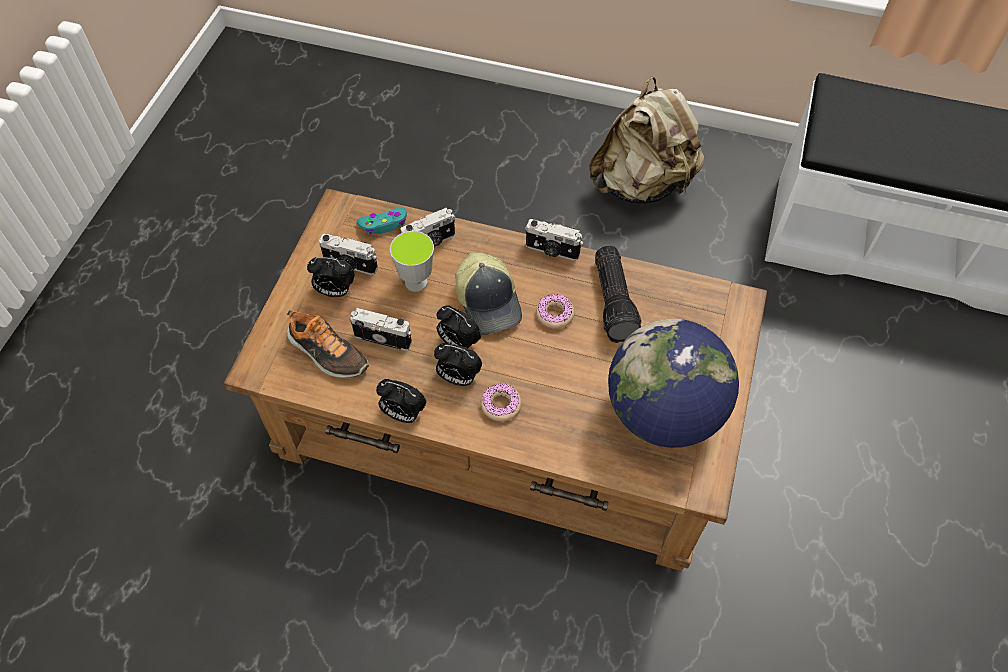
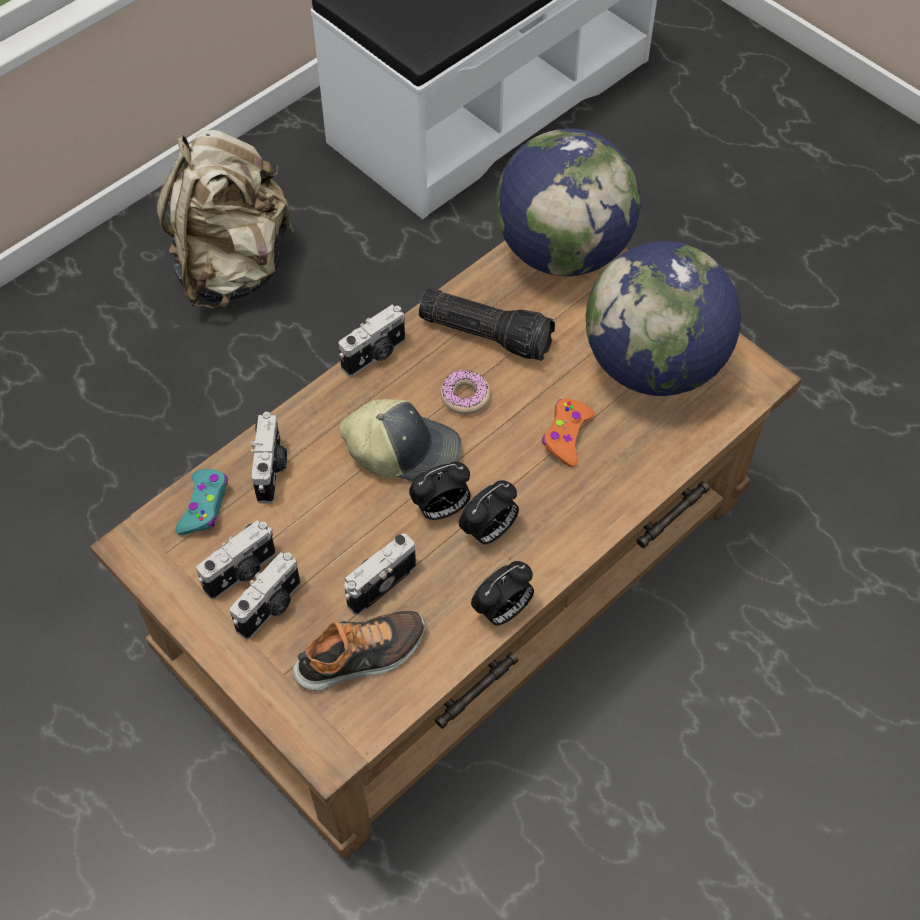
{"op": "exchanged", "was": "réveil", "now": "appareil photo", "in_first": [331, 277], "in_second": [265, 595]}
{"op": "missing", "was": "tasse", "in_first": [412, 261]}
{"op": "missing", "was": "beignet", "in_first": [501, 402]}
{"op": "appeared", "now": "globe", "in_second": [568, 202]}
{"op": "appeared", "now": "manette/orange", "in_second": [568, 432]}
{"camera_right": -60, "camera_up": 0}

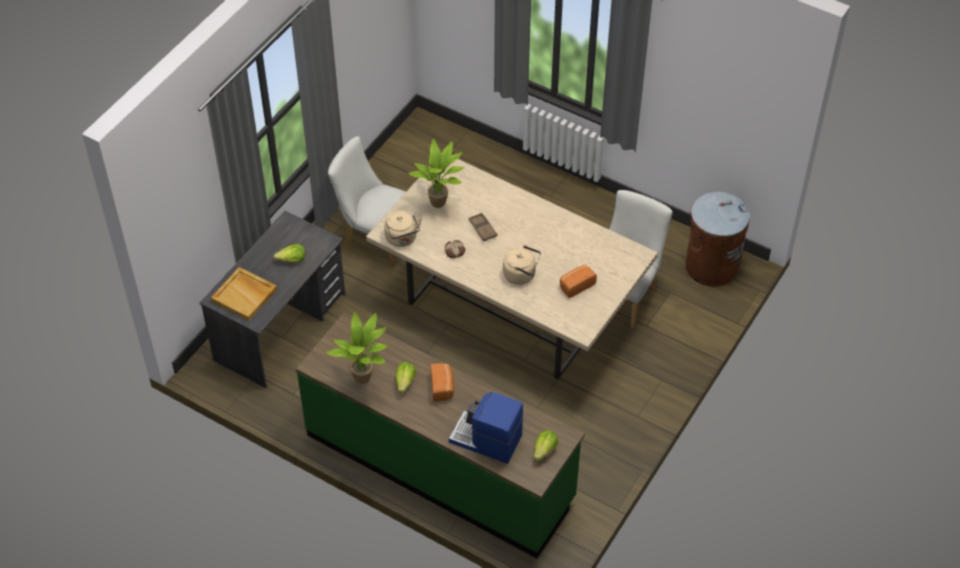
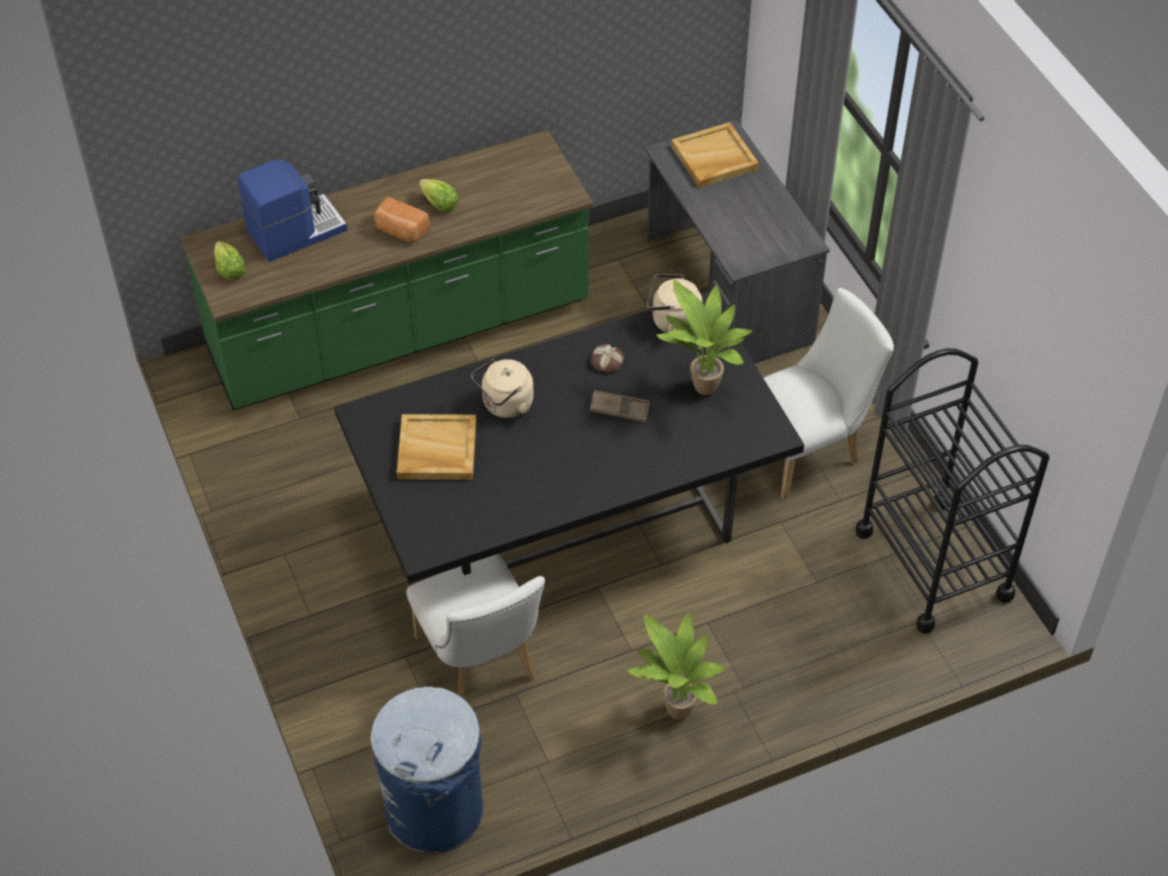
{"op": "missing", "was": "laitue", "in_first": [289, 253]}
{"op": "relocated", "was": "plante en pot", "in_first": [357, 348], "in_second": [676, 666]}
{"op": "colour", "was": "table à manger/beige", "now": "table à manger/noir", "in_first": [512, 269], "in_second": [569, 437]}
{"op": "exchanged", "was": "pain", "now": "plateau/beige", "in_first": [578, 281], "in_second": [436, 447]}
{"op": "colour", "was": "poubelle/marron", "now": "poubelle/bleu", "in_first": [717, 239], "in_second": [427, 770]}
{"op": "appeared", "now": "chariot/noir", "in_second": [952, 491]}
{"camera_right": 125, "camera_up": 0}

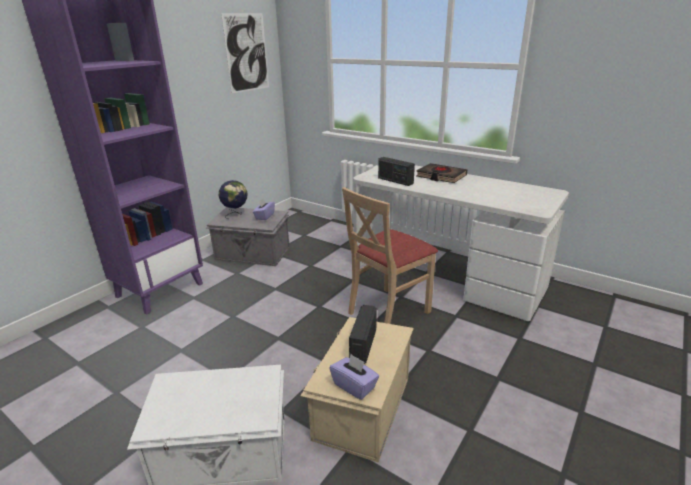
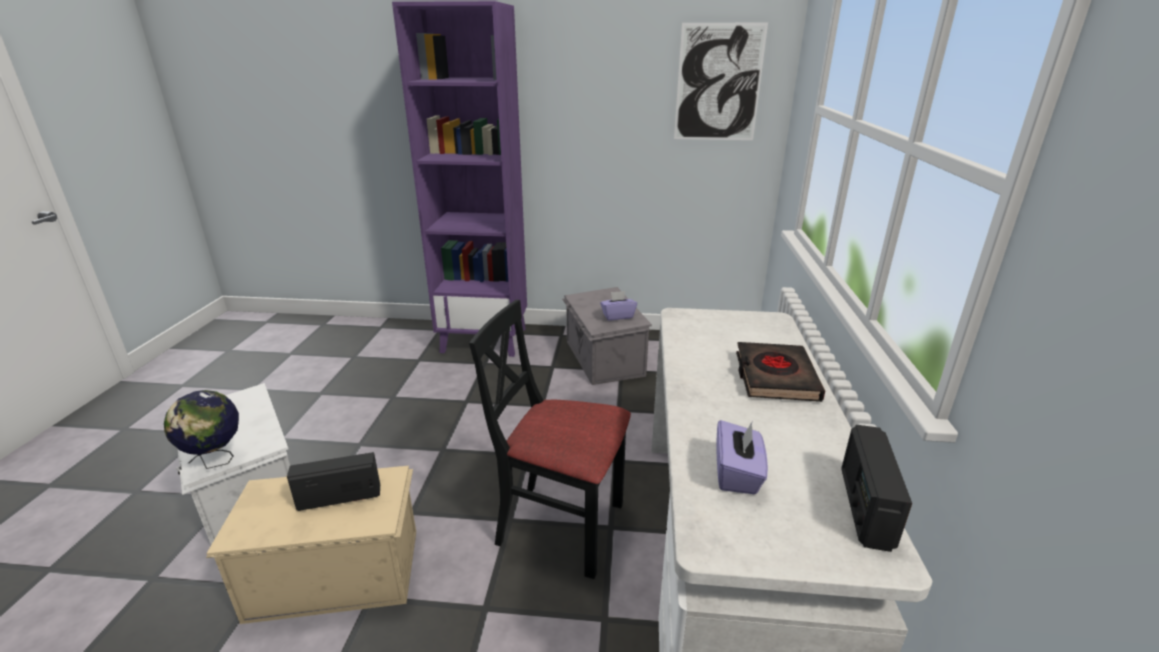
{"op": "relocated", "was": "globe", "in_first": [233, 199], "in_second": [201, 429]}
{"op": "relocated", "was": "boîte à mouchoirs/violet", "in_first": [354, 377], "in_second": [742, 457]}
{"op": "colour", "was": "chaise/beige", "now": "chaise/noir", "in_first": [390, 255], "in_second": [550, 439]}
{"op": "relocated", "was": "radio", "in_first": [396, 171], "in_second": [876, 488]}
{"camera_right": 60, "camera_up": 0}

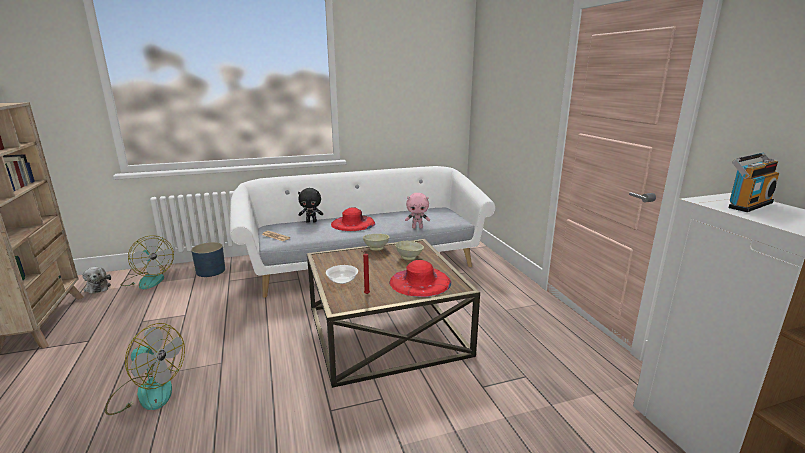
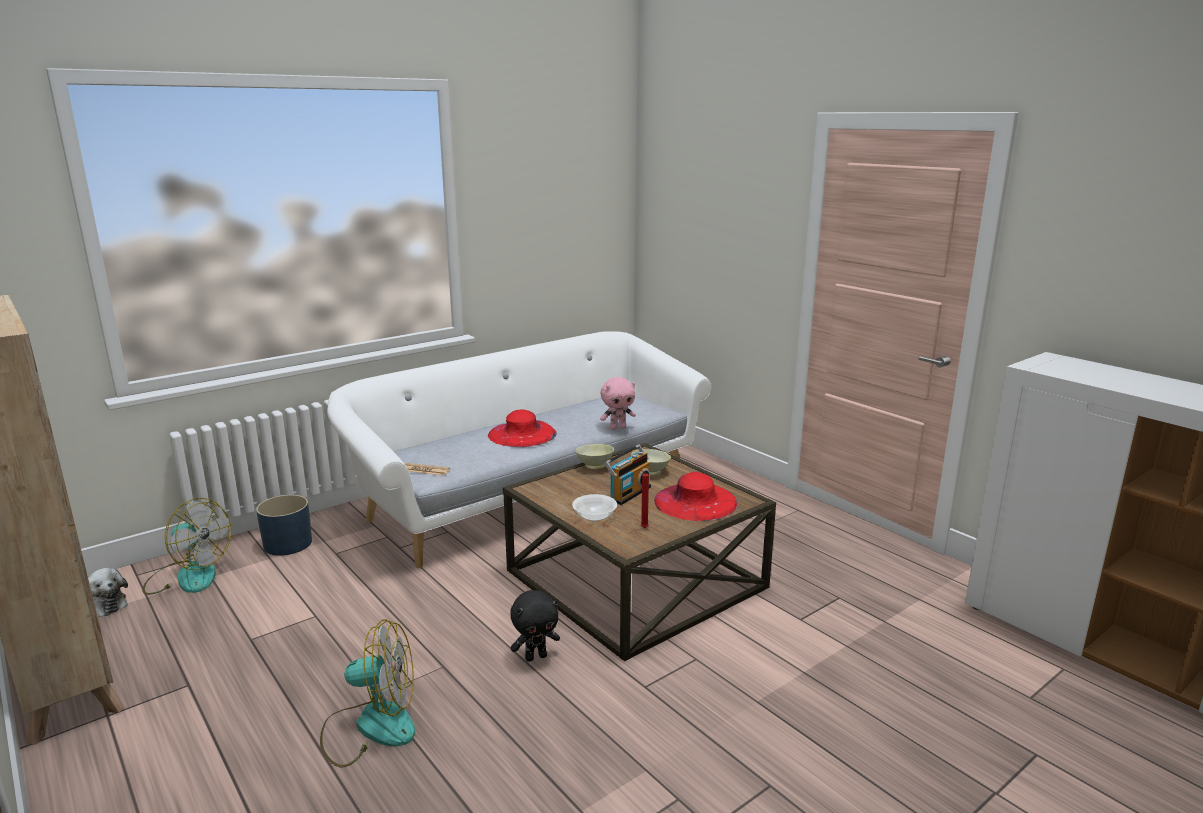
{"op": "relocated", "was": "peluche/noir", "in_first": [310, 205], "in_second": [535, 626]}
{"op": "relocated", "was": "radio", "in_first": [753, 182], "in_second": [627, 474]}
{"camera_right": -20, "camera_up": 0}

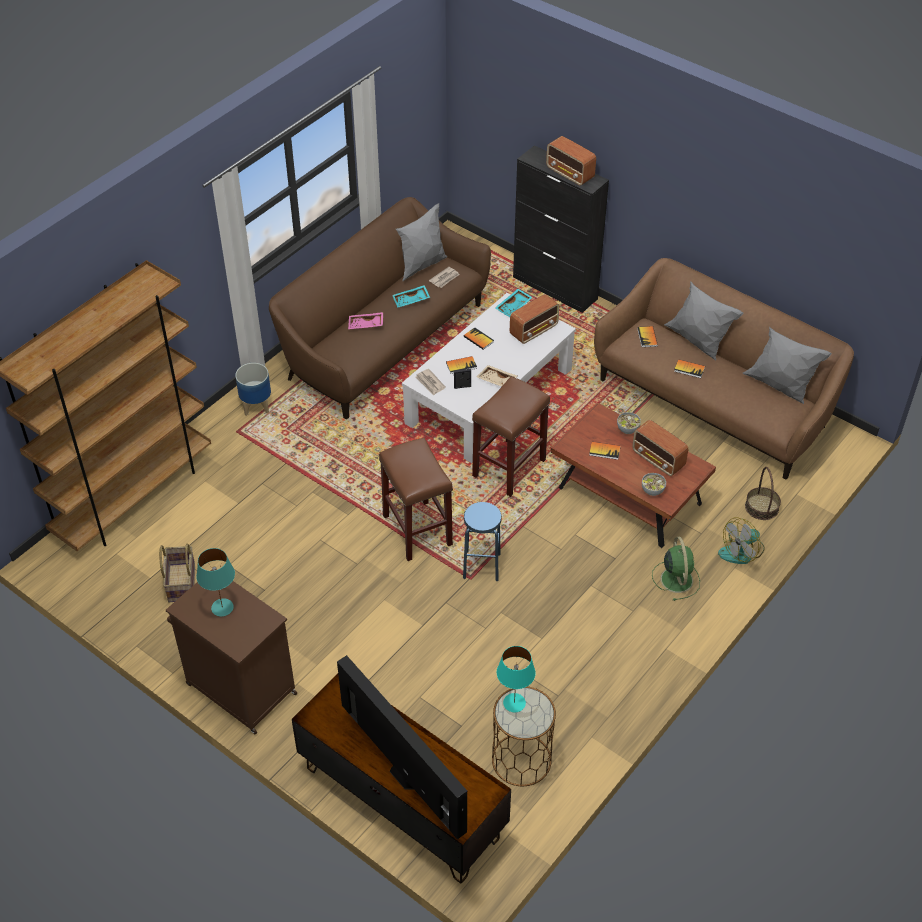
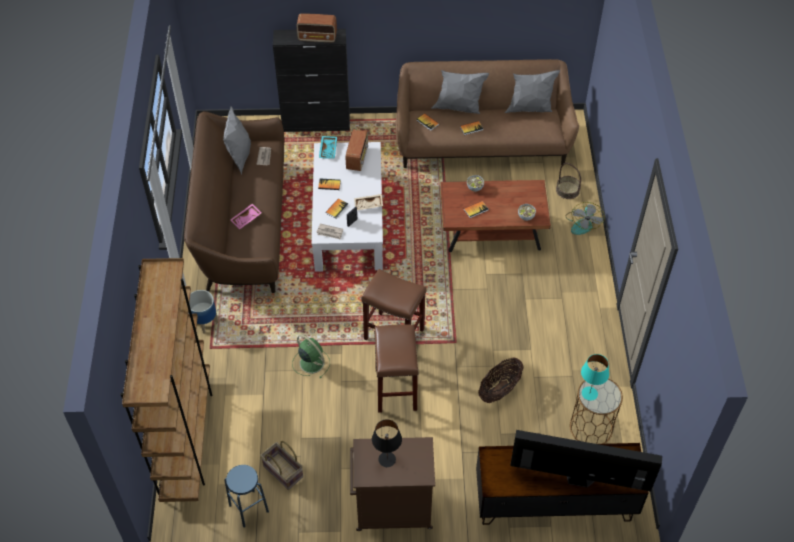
{"op": "colour", "was": "lampe de table/turquoise", "now": "lampe de table/noir", "in_first": [215, 582], "in_second": [387, 443]}
{"op": "missing", "was": "plateau/turquoise", "in_first": [411, 296]}
{"op": "relocated", "was": "tabouret/bleu", "in_first": [482, 541], "in_second": [246, 496]}
{"op": "relocated", "was": "tabouret/marron", "in_first": [511, 436], "in_second": [396, 368]}
{"op": "missing", "was": "radio", "in_first": [660, 448]}
{"op": "relocated", "was": "ventilateur/vert", "in_first": [676, 569], "in_second": [311, 356]}
{"op": "appeared", "now": "panier", "in_second": [501, 380]}
{"camera_right": -40, "camera_up": 5}

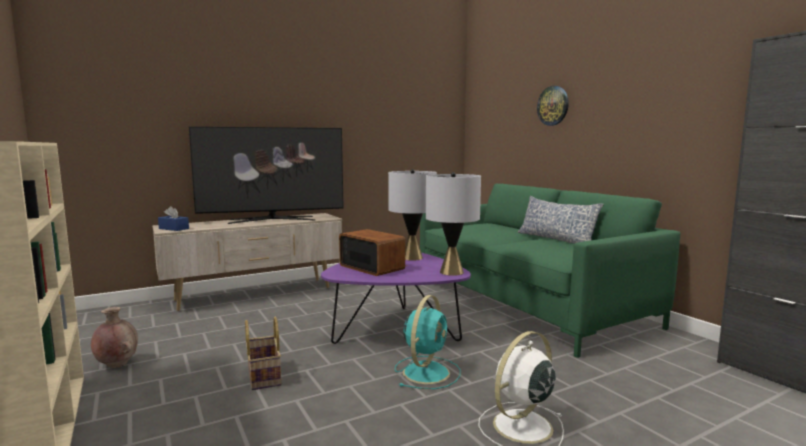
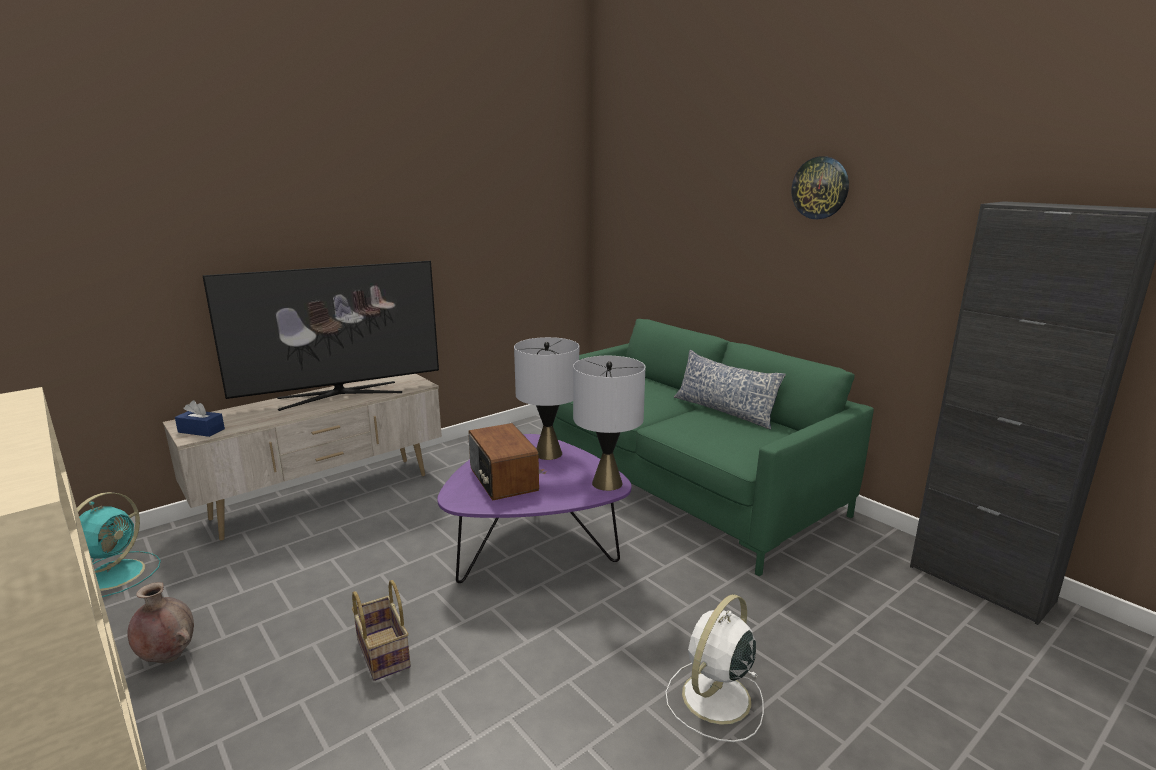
{"op": "spun", "was": "radio", "in_first": [372, 252], "in_second": [504, 461], "clockwise": -150}
{"op": "relocated", "was": "ventilateur/turquoise", "in_first": [428, 342], "in_second": [119, 544]}
{"op": "relocated", "was": "horloge murale", "in_first": [553, 106], "in_second": [820, 188]}
{"camera_right": -10, "camera_up": 10}

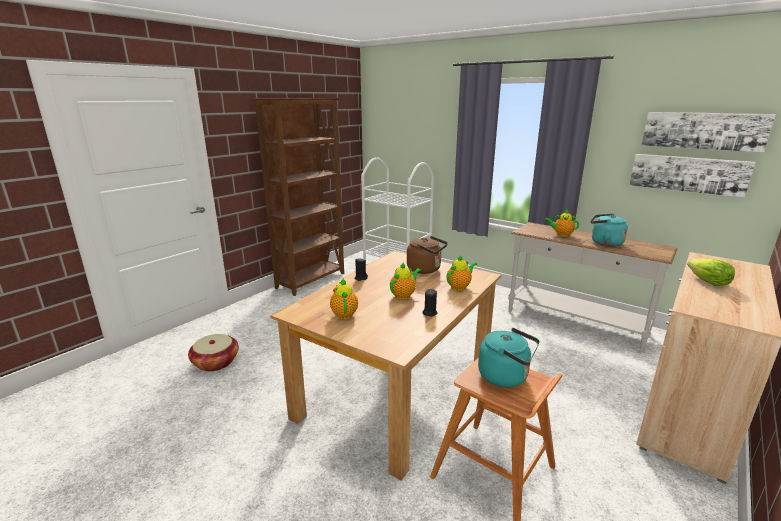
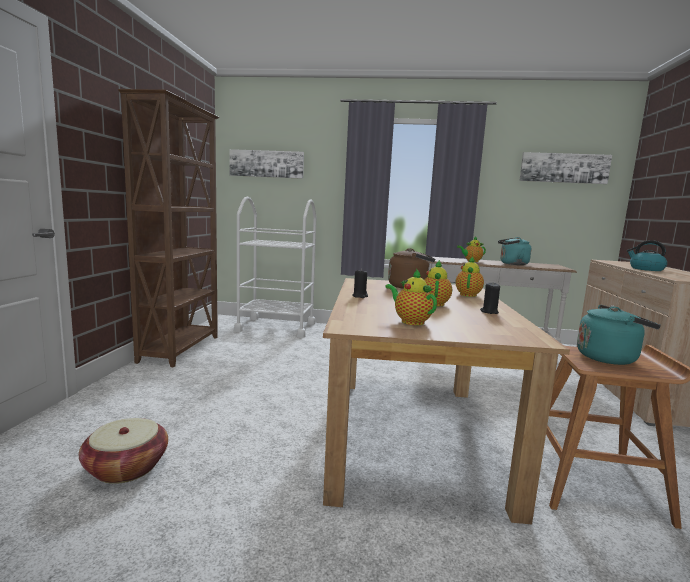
{"op": "relocated", "was": "tableau", "in_first": [692, 176], "in_second": [266, 164]}
{"op": "exchanged", "was": "laitue", "now": "bouilloire", "in_first": [711, 272], "in_second": [647, 255]}
{"camera_right": -30, "camera_up": -10}

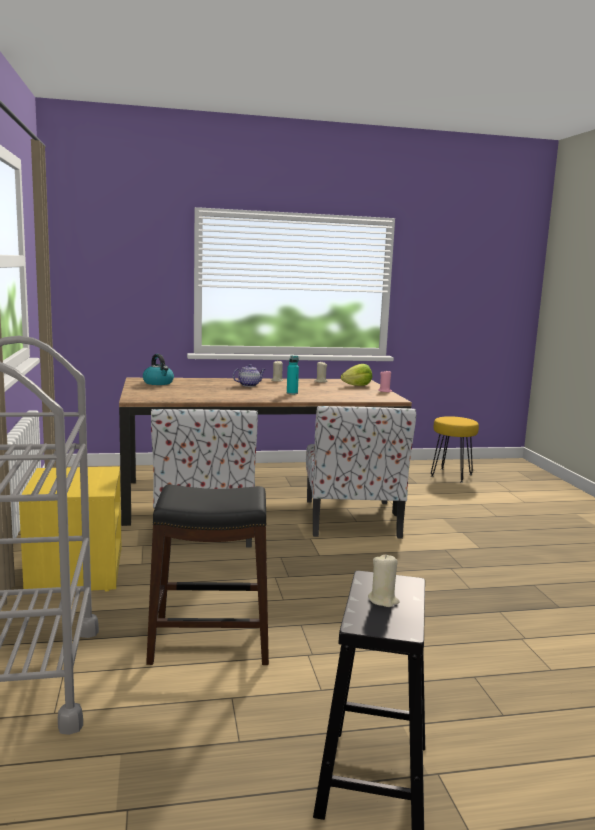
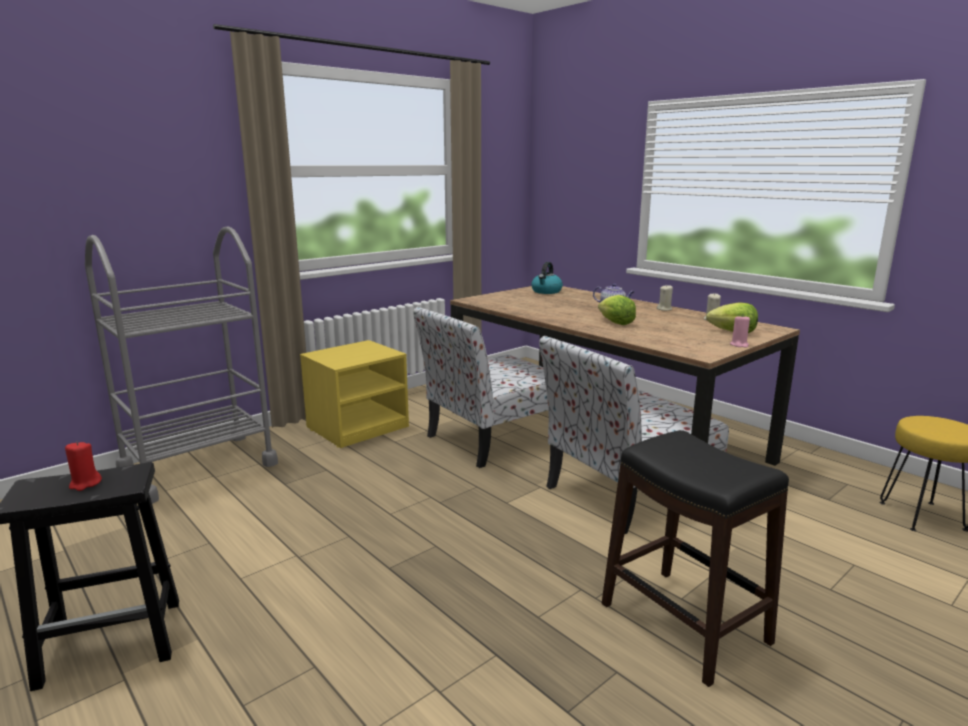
{"op": "relocated", "was": "tabouret/noir", "in_first": [207, 575], "in_second": [695, 558]}
{"op": "exchanged", "was": "bouteille/turquoise", "now": "laitue", "in_first": [293, 375], "in_second": [617, 310]}
{"op": "colour", "was": "bougie/beige", "now": "bougie/rouge", "in_first": [383, 580], "in_second": [83, 466]}
{"camera_right": 60, "camera_up": 5}

